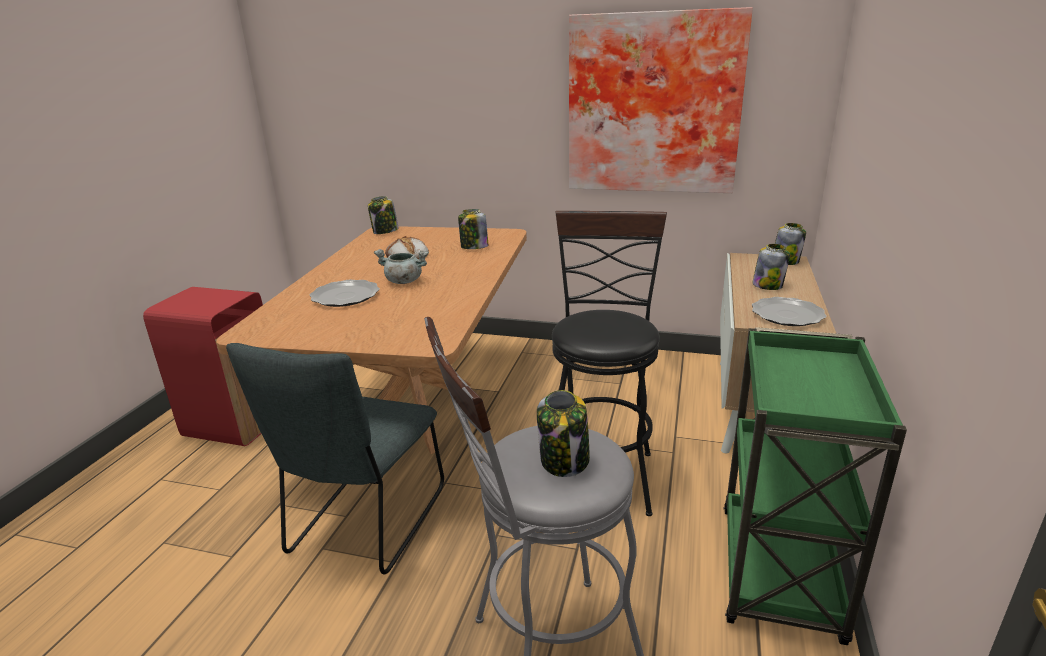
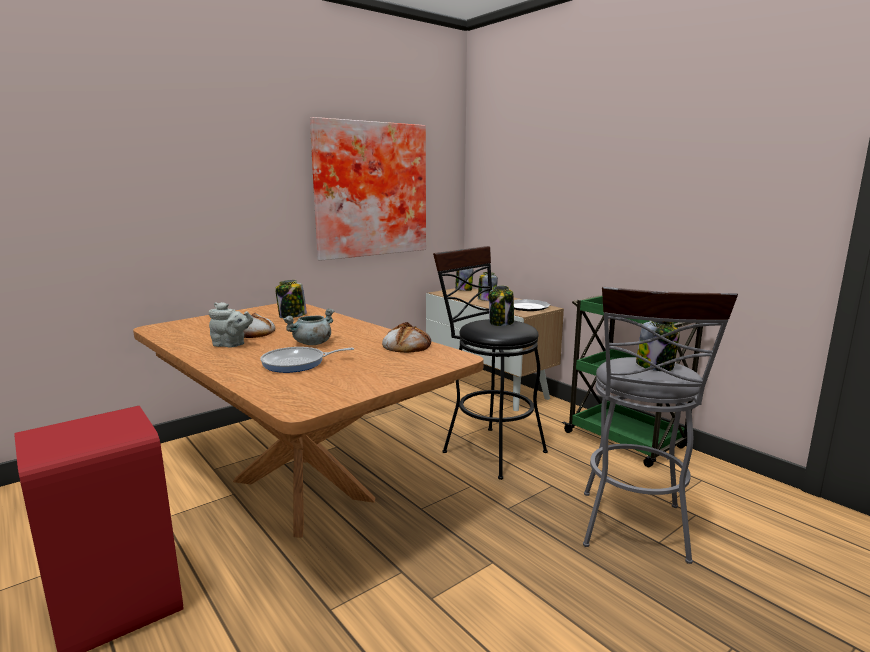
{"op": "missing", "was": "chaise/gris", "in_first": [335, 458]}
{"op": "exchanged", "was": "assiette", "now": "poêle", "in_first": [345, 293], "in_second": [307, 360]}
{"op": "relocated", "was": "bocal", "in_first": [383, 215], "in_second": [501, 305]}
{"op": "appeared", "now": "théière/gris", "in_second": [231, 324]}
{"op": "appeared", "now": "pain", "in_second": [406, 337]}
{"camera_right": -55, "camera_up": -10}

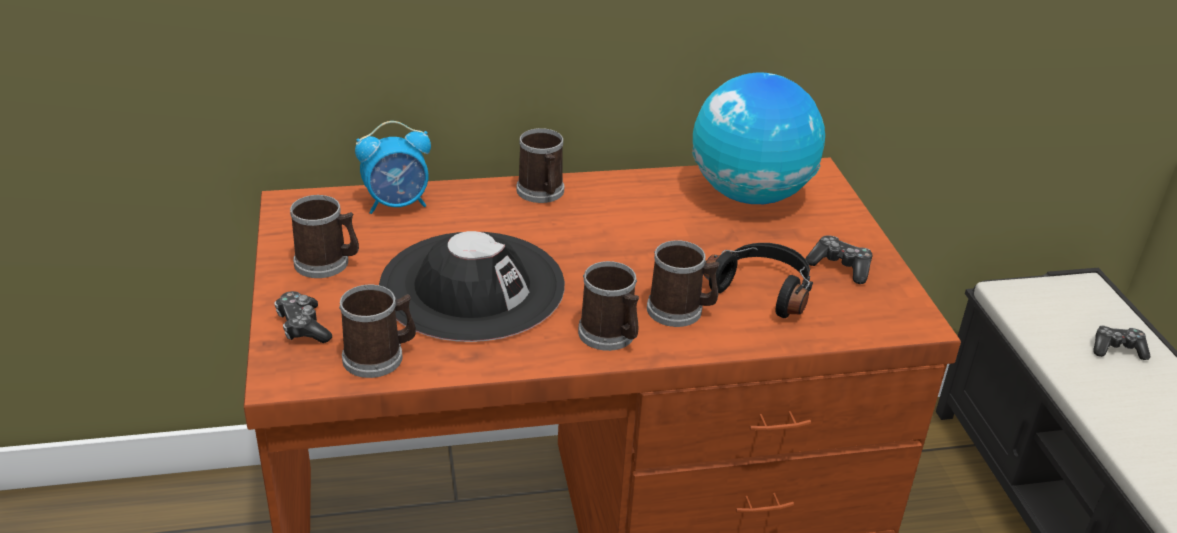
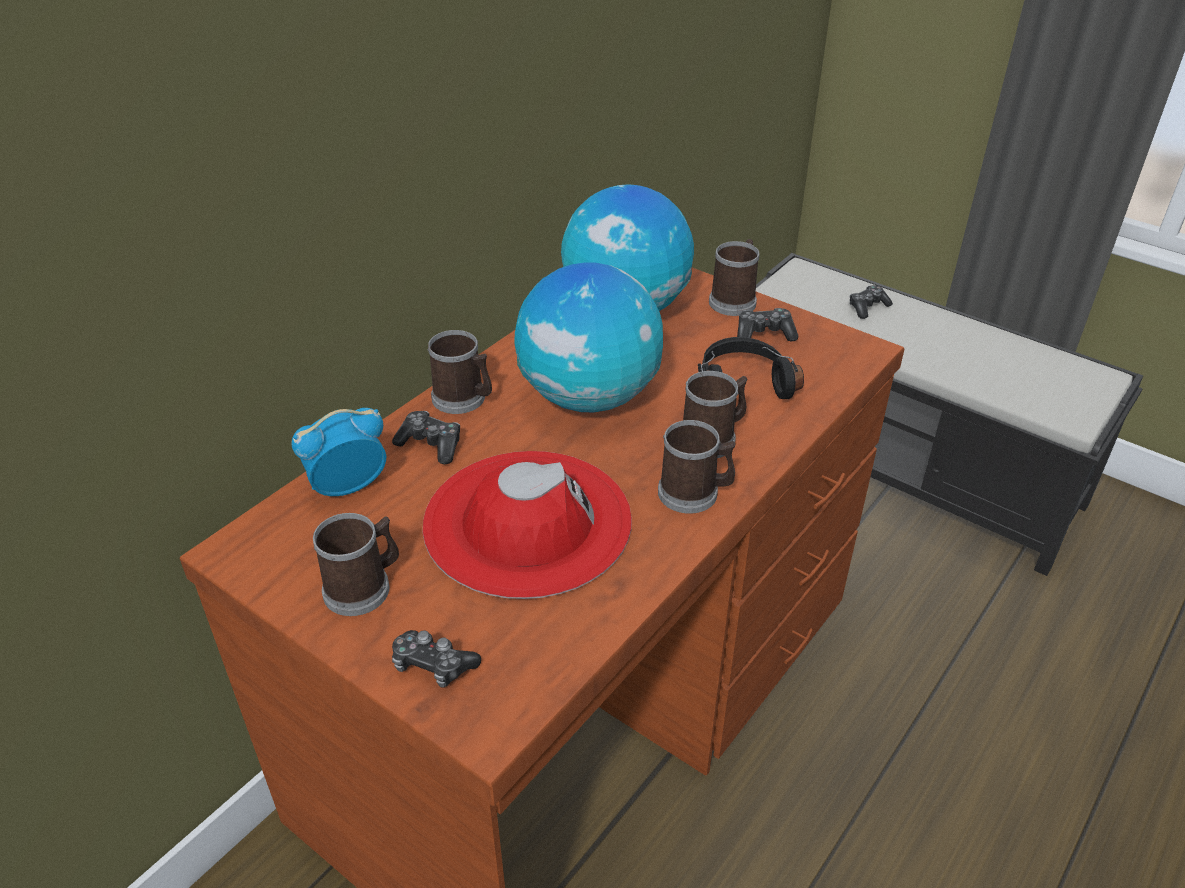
{"op": "relocated", "was": "mug", "in_first": [377, 331], "in_second": [734, 277]}
{"op": "spun", "was": "réveil", "in_first": [393, 167], "in_second": [338, 452], "clockwise": -150}
{"op": "colour", "was": "chapeau/noir", "now": "chapeau/rouge", "in_first": [472, 286], "in_second": [527, 525]}
{"op": "appeared", "now": "manette", "in_second": [426, 437]}
{"op": "appeared", "now": "globe", "in_second": [588, 337]}
{"camera_right": -40, "camera_up": 5}

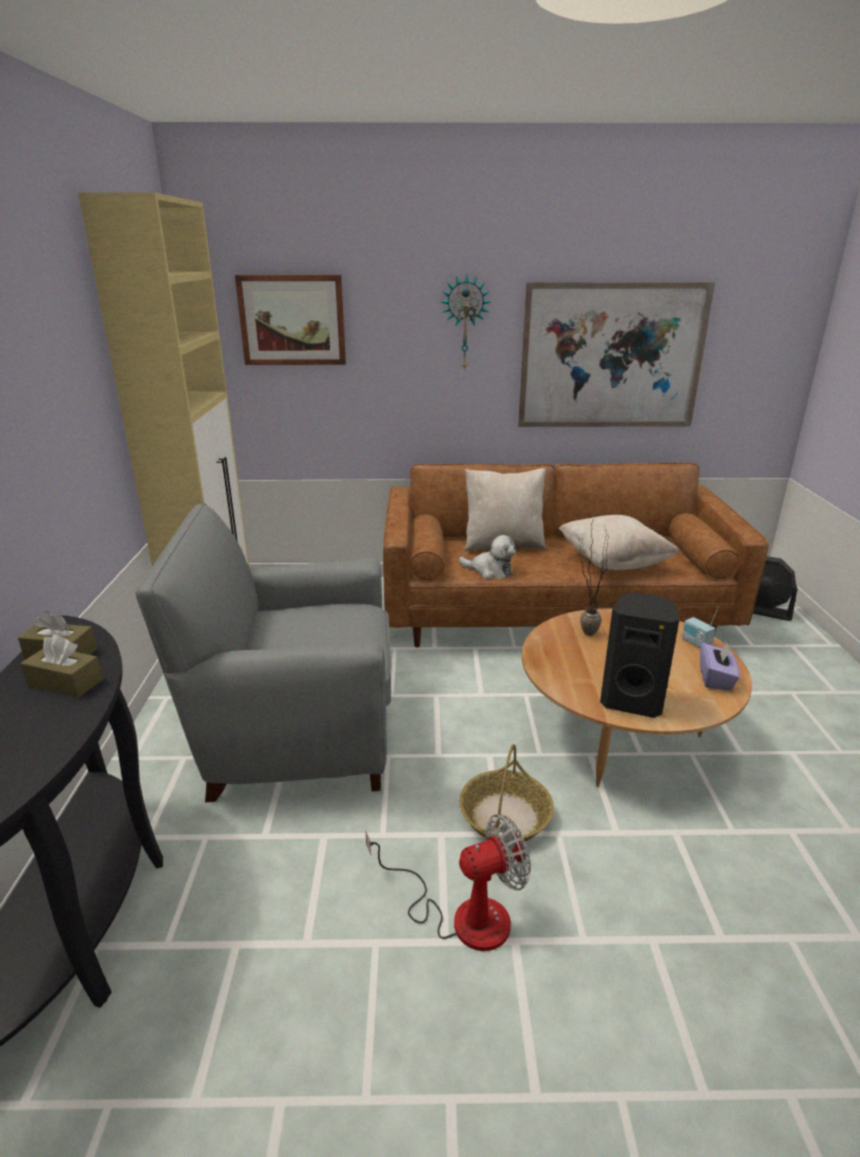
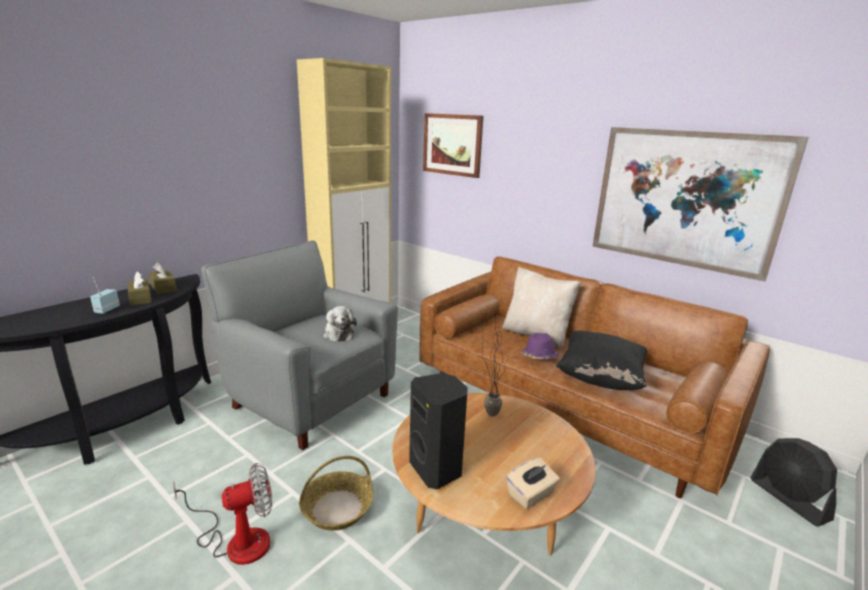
{"op": "spun", "was": "ventilateur", "in_first": [448, 882], "in_second": [222, 514], "clockwise": -45}
{"op": "missing", "was": "horloge murale", "in_first": [466, 322]}
{"op": "relocated", "was": "peluche", "in_first": [487, 557], "in_second": [340, 324]}
{"op": "colour", "was": "coussin/beige", "now": "coussin/noir", "in_first": [619, 542], "in_second": [601, 360]}
{"op": "relocated", "was": "radio", "in_first": [700, 627], "in_second": [105, 295]}
{"op": "colour", "was": "boîte à mouchoirs/violet", "now": "boîte à mouchoirs/beige", "in_first": [720, 666], "in_second": [533, 483]}
{"op": "appeared", "now": "chapeau/violet", "in_second": [540, 346]}
{"camera_right": 40, "camera_up": -5}

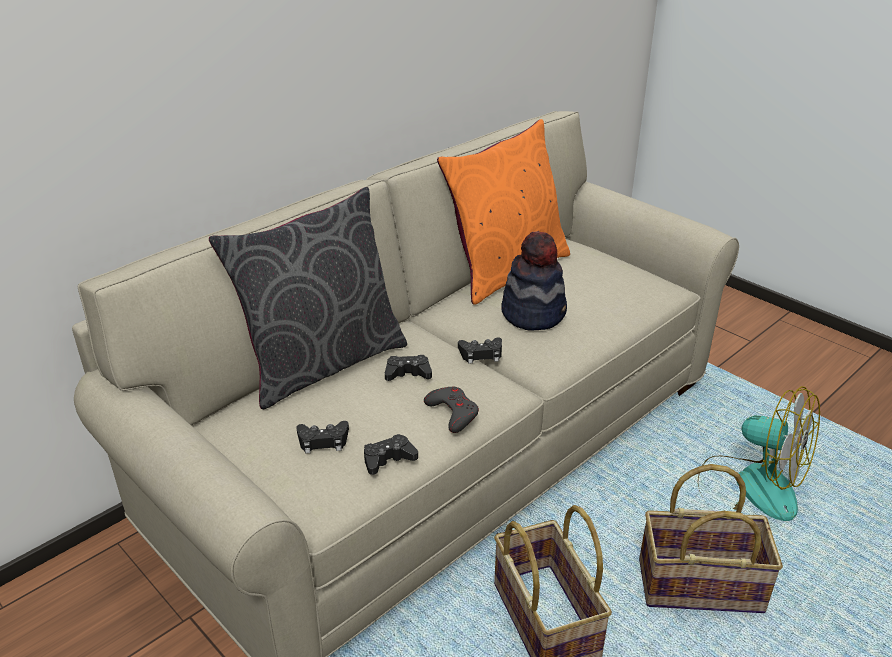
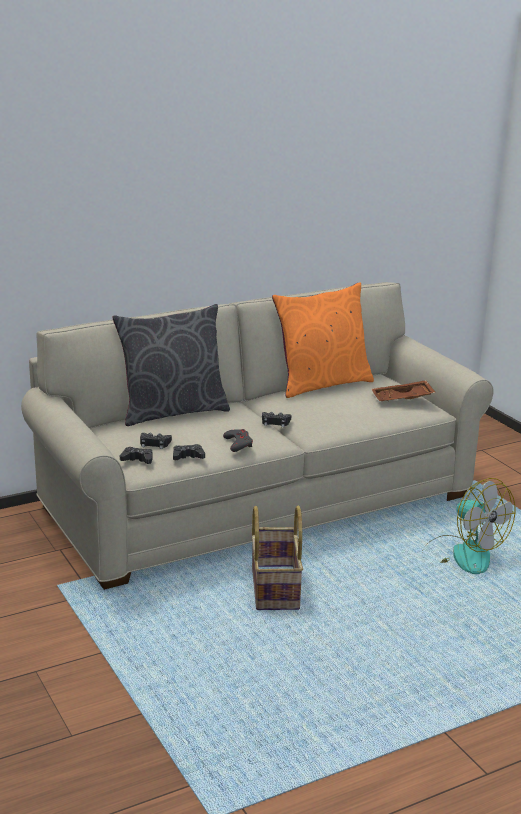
{"op": "relocated", "was": "manette/noir", "in_first": [408, 368], "in_second": [136, 455]}
{"op": "missing", "was": "chapeau", "in_first": [534, 281]}
{"op": "missing", "was": "panier", "in_first": [711, 538]}
{"op": "appeared", "now": "plateau/marron", "in_second": [403, 390]}
{"camera_right": 15, "camera_up": -10}

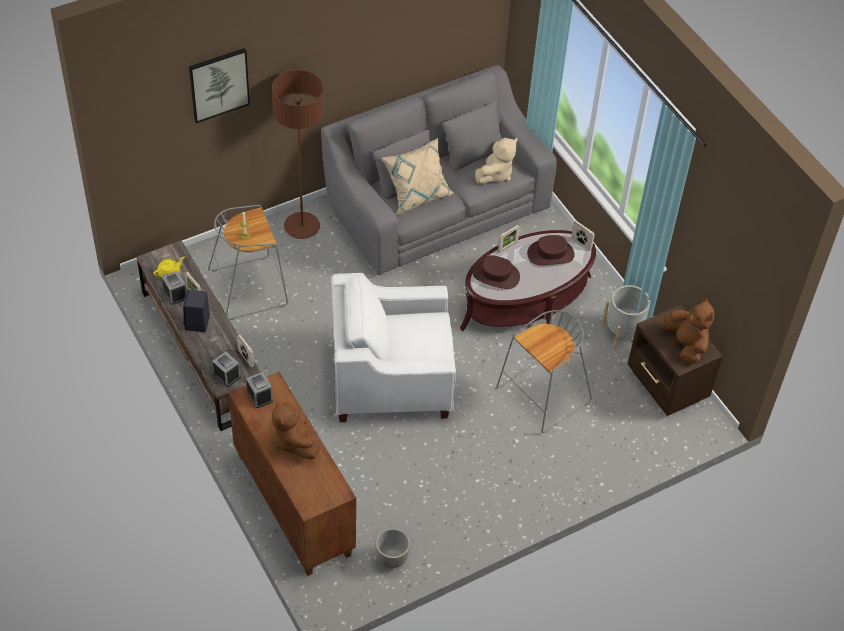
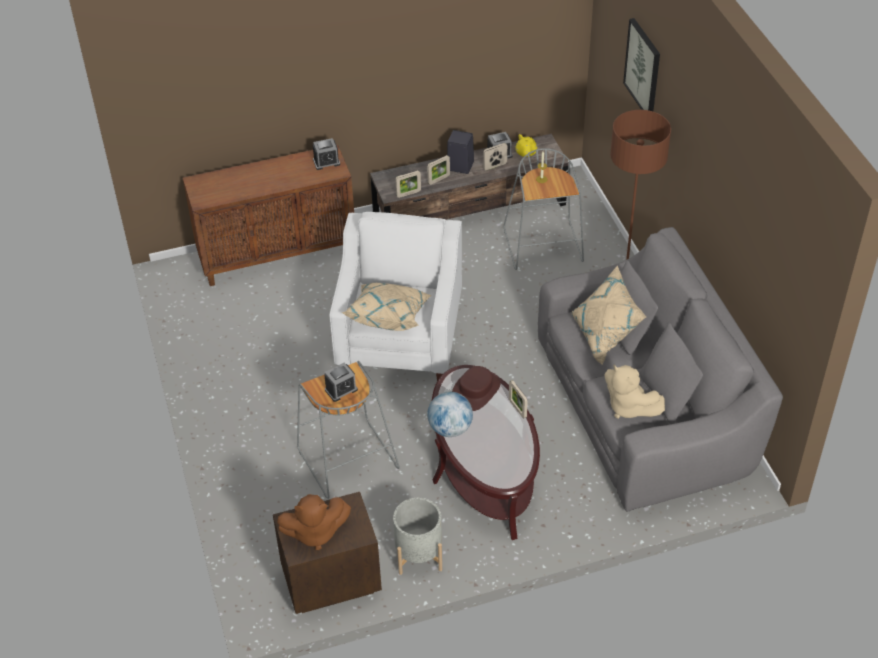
{"op": "relocated", "was": "réveil", "in_first": [226, 369], "in_second": [341, 382]}
{"op": "missing", "was": "peluche/marron", "in_first": [296, 430]}
{"op": "missing", "was": "cache-pot/gris", "in_first": [392, 548]}
{"op": "missing", "was": "chapeau/marron", "in_first": [551, 250]}
{"op": "relocated", "was": "cadre photo", "in_first": [583, 235], "in_second": [438, 170]}
{"op": "appeared", "now": "coussin/beige", "in_second": [387, 307]}
{"op": "appeared", "now": "globe", "in_second": [450, 414]}
{"camera_right": 105, "camera_up": -5}

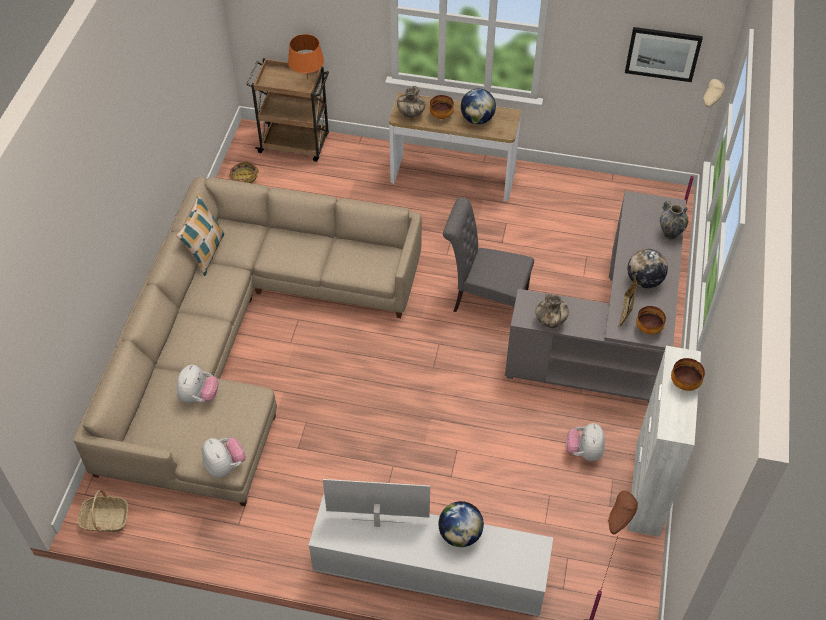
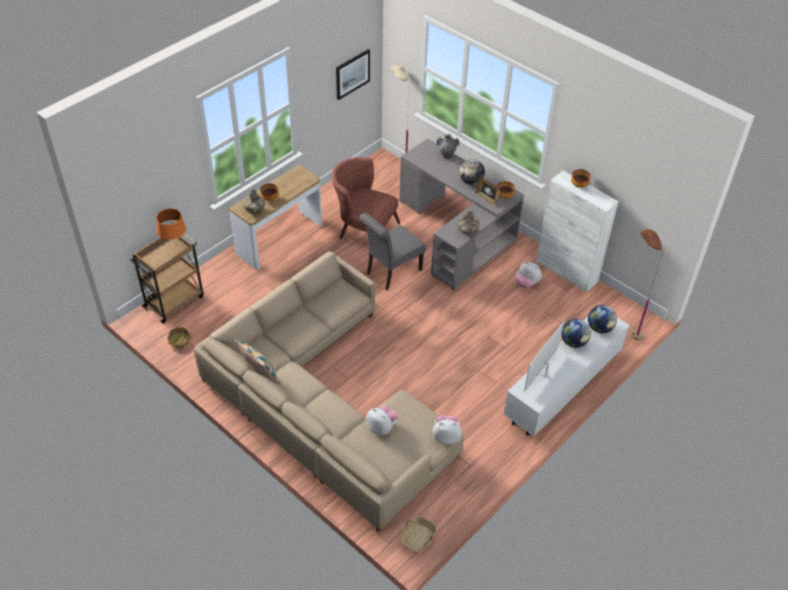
{"op": "relocated", "was": "globe", "in_first": [478, 106], "in_second": [602, 319]}
{"op": "appeared", "now": "fauteuil/marron", "in_second": [365, 198]}
{"camera_right": -60, "camera_up": -5}

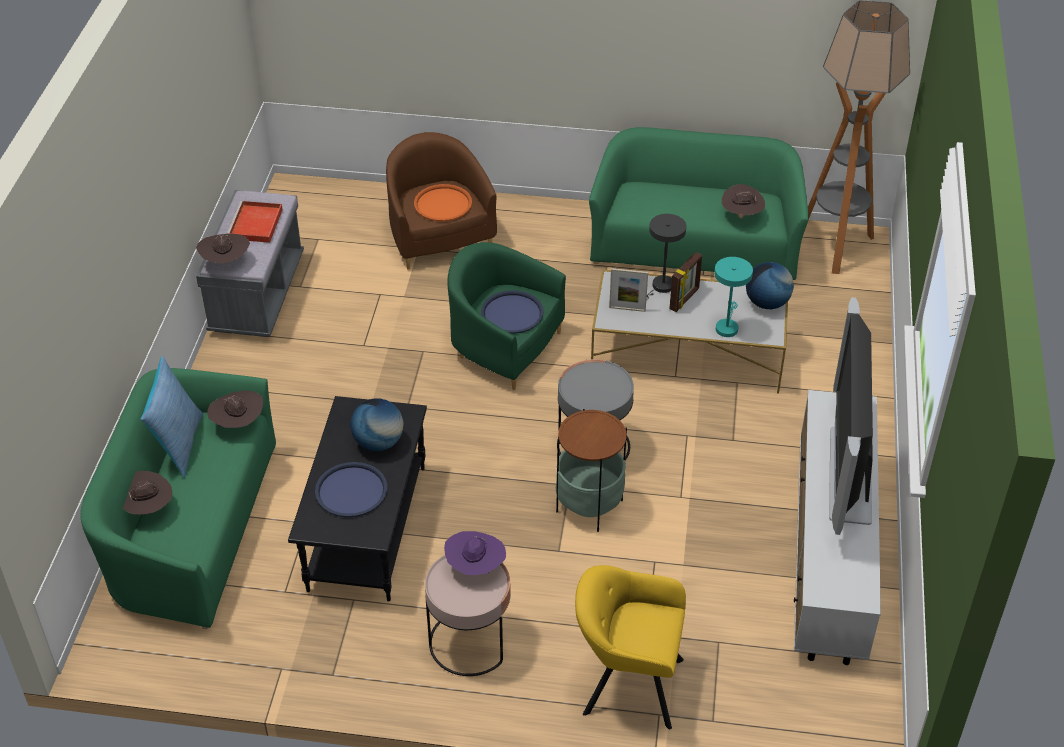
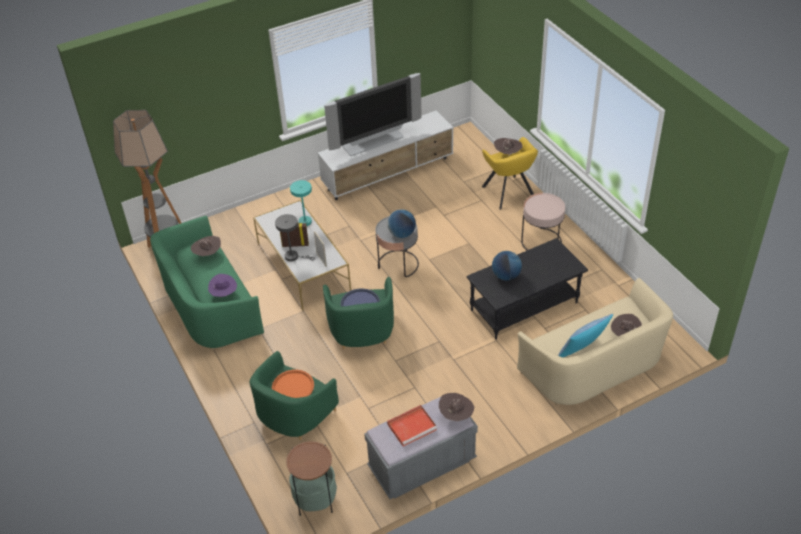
{"op": "colour", "was": "canapé/vert", "now": "canapé/beige", "in_first": [178, 498], "in_second": [595, 342]}
{"op": "relocated", "was": "chapeau/marron", "in_first": [235, 409], "in_second": [508, 147]}
{"op": "missing", "was": "plateau/bleu", "in_first": [351, 489]}
{"op": "colour", "was": "fauteuil/marron", "now": "fauteuil/vert", "in_first": [441, 201], "in_second": [294, 395]}
{"op": "relocated", "was": "chapeau/violet", "in_first": [475, 553], "in_second": [222, 285]}
{"op": "relocated", "was": "table d'appoint", "in_first": [591, 470], "in_second": [311, 478]}
{"op": "relocated", "was": "globe", "in_first": [770, 285], "in_second": [401, 223]}
{"camera_right": -125, "camera_up": 0}

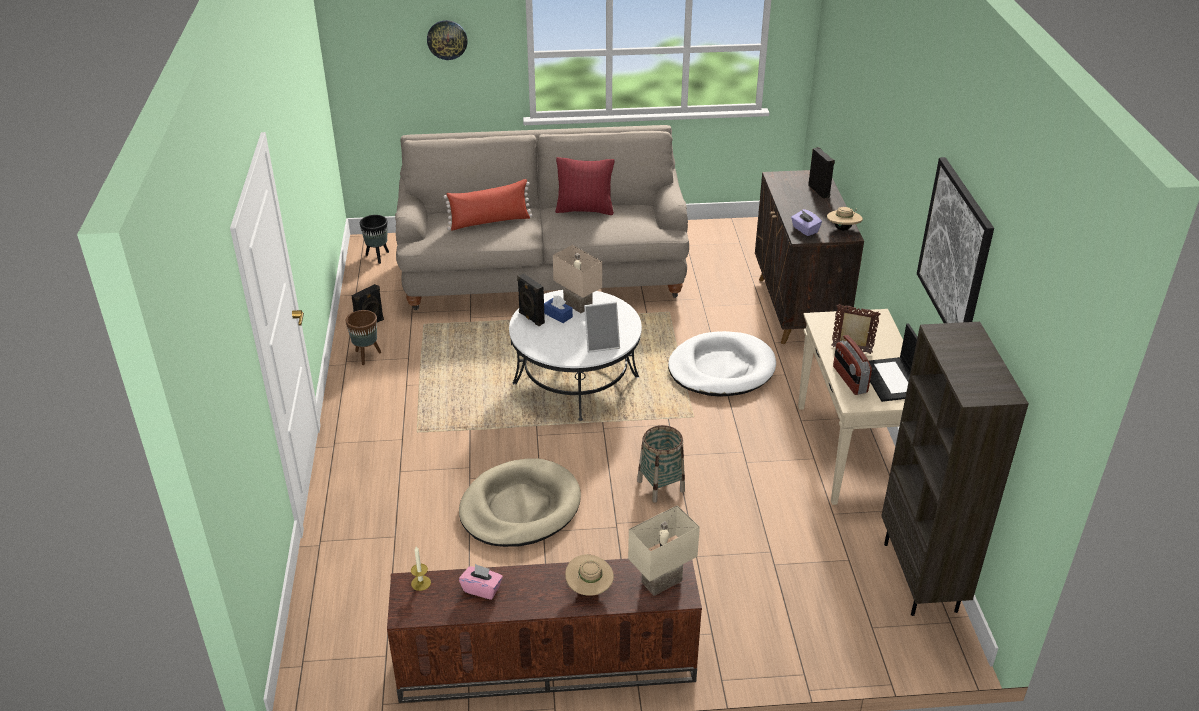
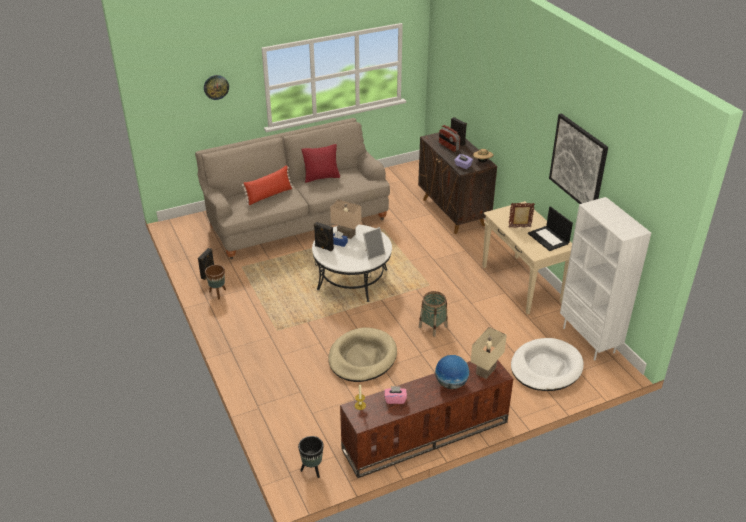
{"op": "relocated", "was": "cache-pot/noir", "in_first": [374, 239], "in_second": [310, 457]}
{"op": "exchanged", "was": "chapeau/beige", "now": "globe", "in_first": [589, 575], "in_second": [452, 372]}
{"op": "relocated", "was": "panier pour chien/blanc", "in_first": [722, 364], "in_second": [547, 364]}
{"op": "relocated", "was": "radio", "in_first": [852, 365], "in_second": [449, 138]}
{"op": "colour", "was": "bibliothèque/marron", "now": "bibliothèque/blanc", "in_first": [955, 469], "in_second": [605, 278]}
{"camera_right": -20, "camera_up": 0}

